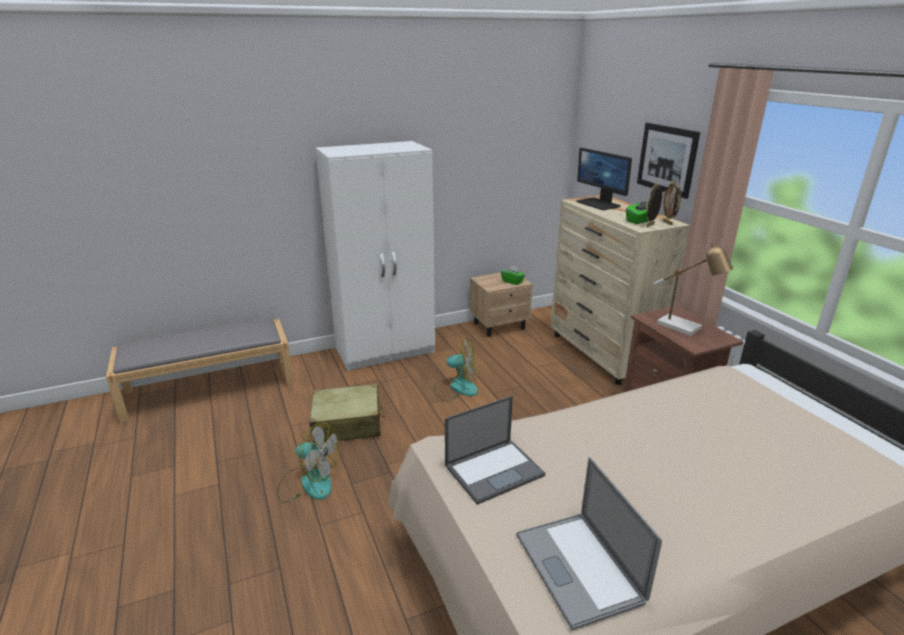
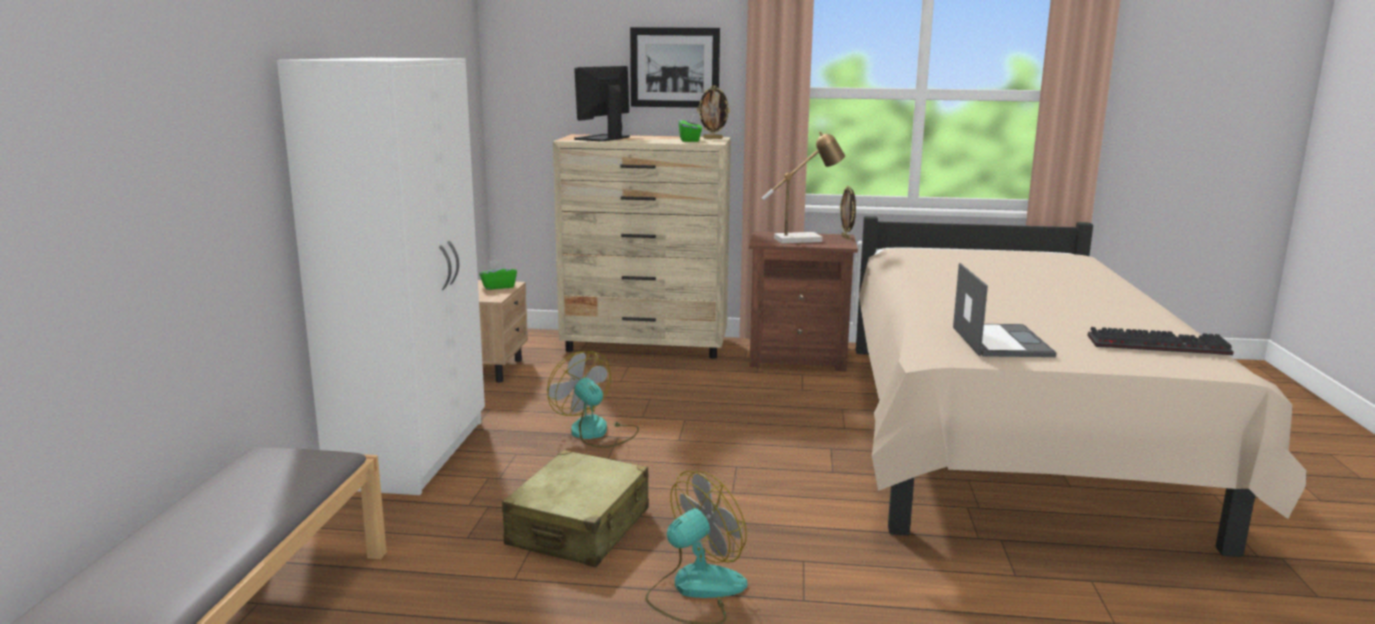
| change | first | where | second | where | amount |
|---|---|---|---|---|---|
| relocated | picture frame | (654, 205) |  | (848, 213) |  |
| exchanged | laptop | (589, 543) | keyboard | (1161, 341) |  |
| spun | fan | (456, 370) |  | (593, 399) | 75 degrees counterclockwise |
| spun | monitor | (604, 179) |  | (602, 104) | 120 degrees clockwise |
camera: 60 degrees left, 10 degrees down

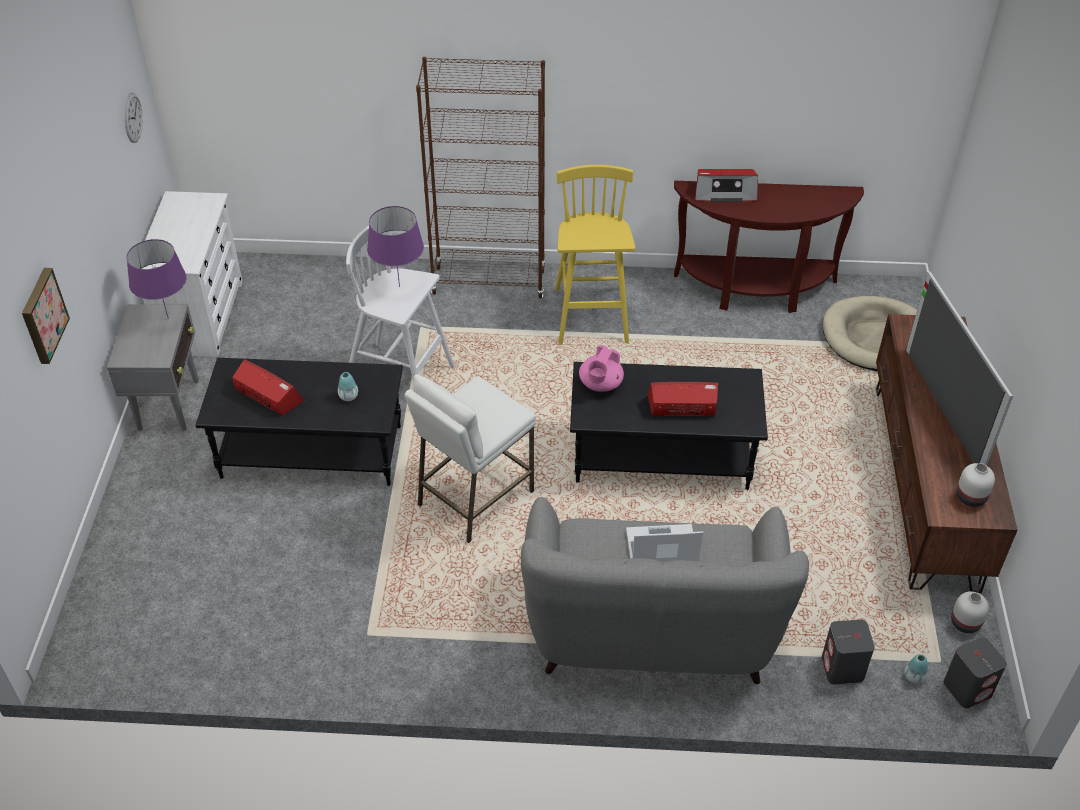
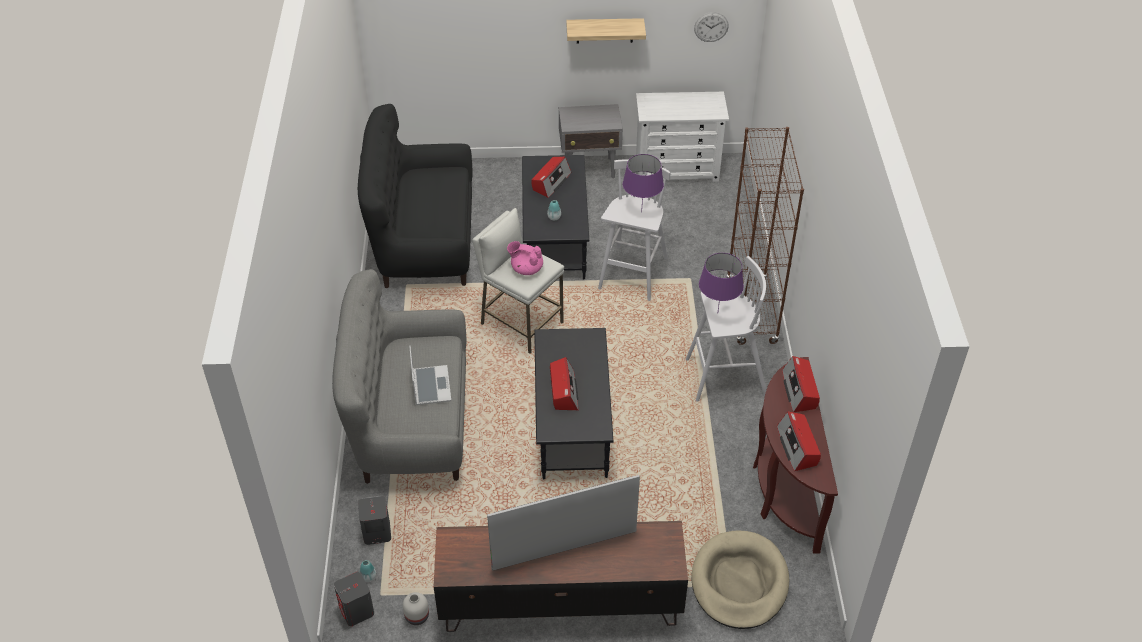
| change | first | where | second | where | amount |
|---|---|---|---|---|---|
| missing | picture | (46, 316) |  |  |  |
| missing | white vase | (975, 485) |  |  |  |
| appeared |  |  | black sofa | (415, 196) |  |
| appeared |  |  | shelf | (606, 31) |  |
| appeared |  |  | radio | (799, 442) |  |
| relocated | purple table lamp | (156, 279) |  | (721, 281) |  |
| relocated | pink teapot | (601, 368) |  | (525, 258) |  |
| colour | yellow stool | (595, 255) | white stool | (726, 329) |  |
camera: 85 degrees right, 0 degrees up

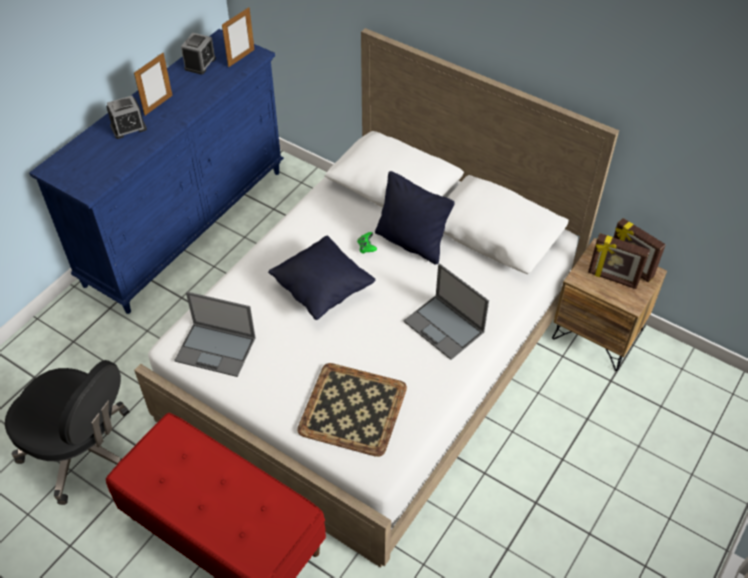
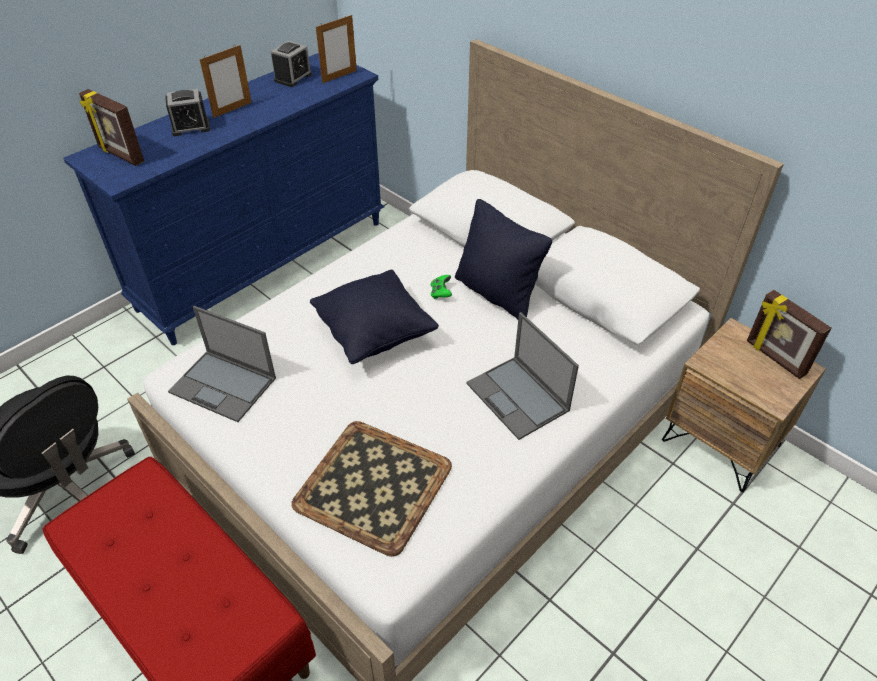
| change | first | where | second | where | amount |
|---|---|---|---|---|---|
| relocated | picture frame | (619, 261) |  | (111, 127) |  |
camera: 10 degrees right, 5 degrees down

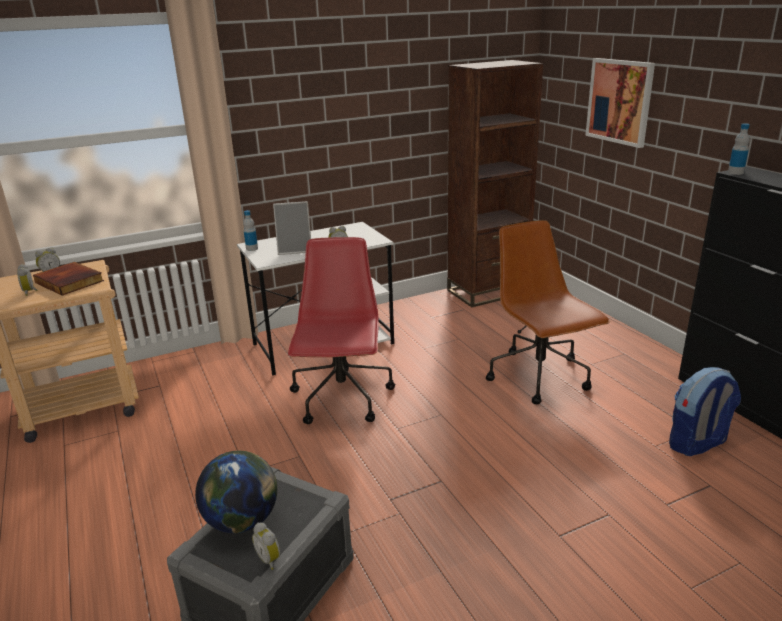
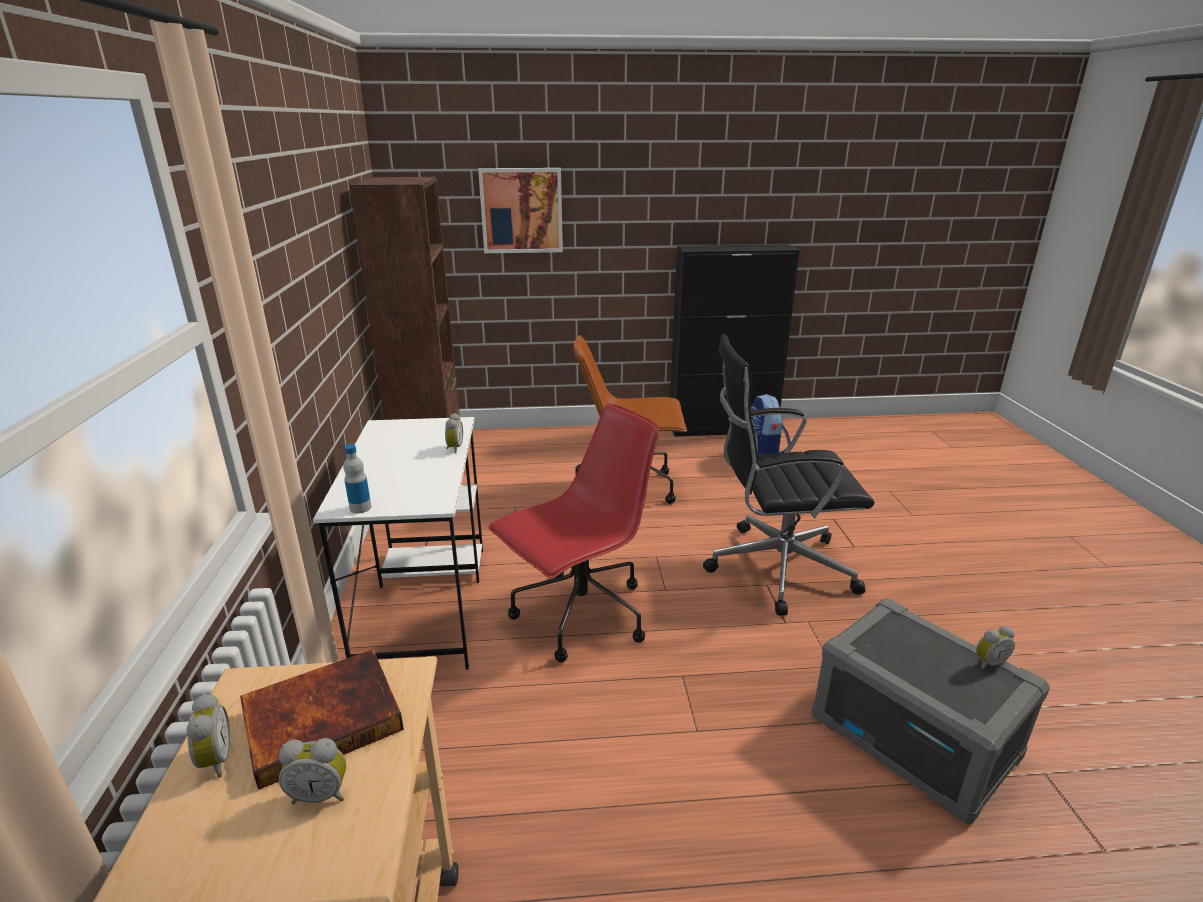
| change | first | where | second | where | amount |
|---|---|---|---|---|---|
| missing | globe | (236, 492) |  |  |  |
| missing | picture frame | (292, 228) |  |  |  |
| missing | bottle | (739, 149) |  |  |  |
| appeared |  |  | black office chair | (788, 475) |  |
| spun | red office chair | (342, 330) |  | (574, 533) | 120 degrees clockwise |
camera: 70 degrees left, 0 degrees up

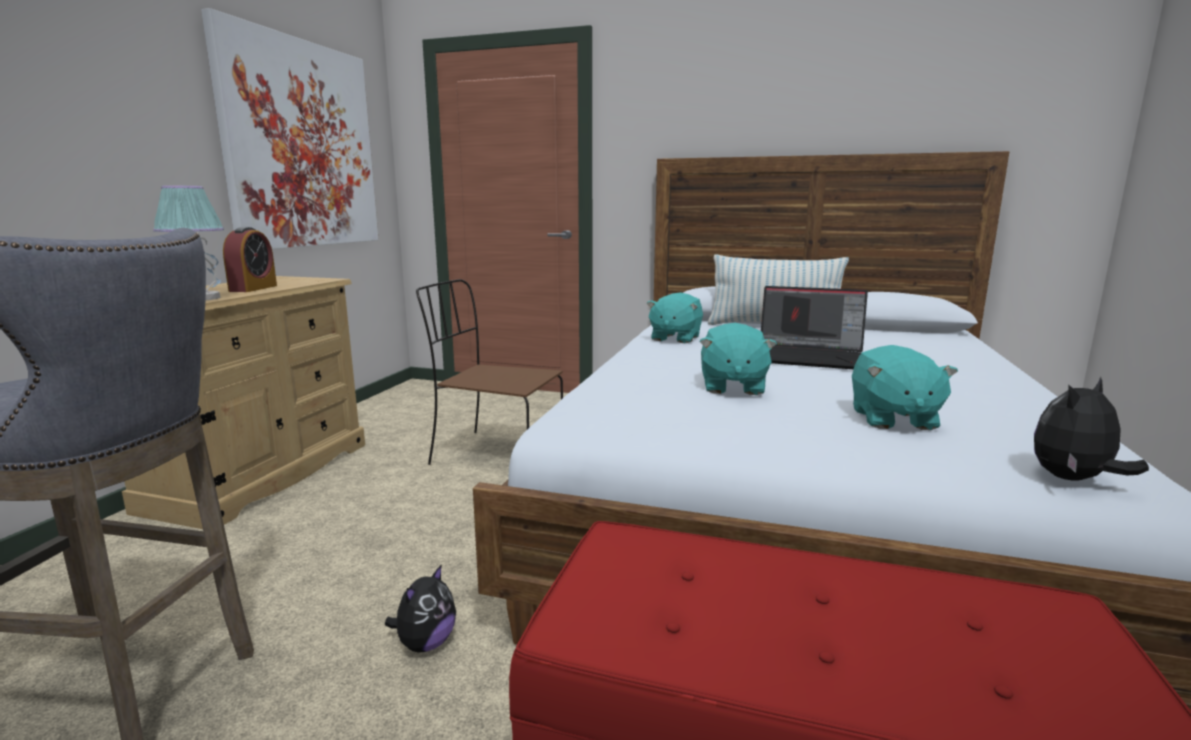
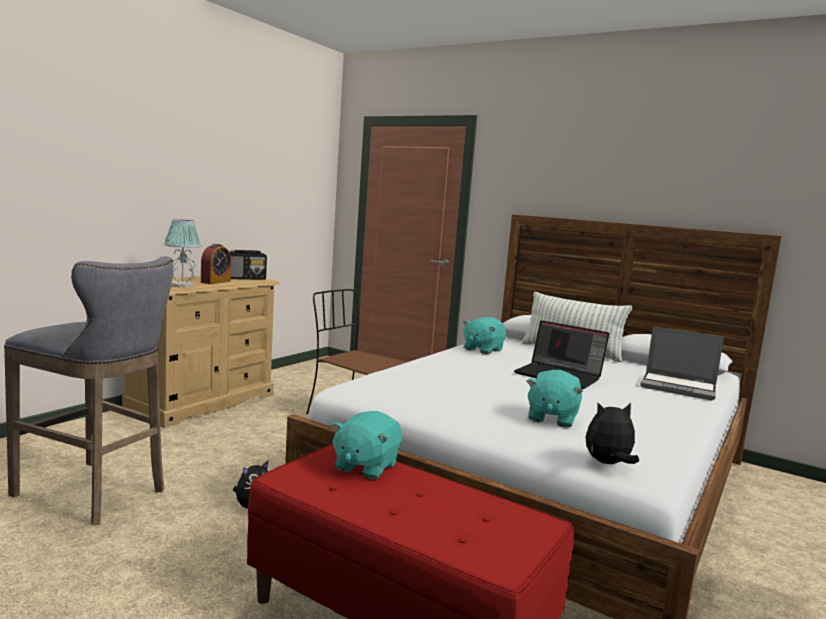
| change | first | where | second | where | amount |
|---|---|---|---|---|---|
| missing | picture | (290, 128) |  |  |  |
| appeared |  |  | radio | (248, 265) |  |
| appeared |  |  | laptop | (682, 363) |  |
| relocated | turquoise plush toy | (738, 359) |  | (366, 445) |  |
camera: 15 degrees right, 5 degrees down

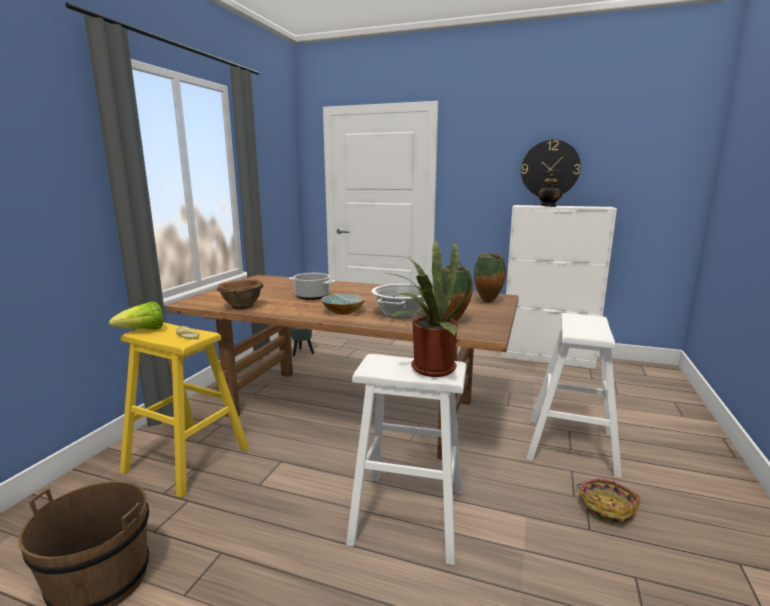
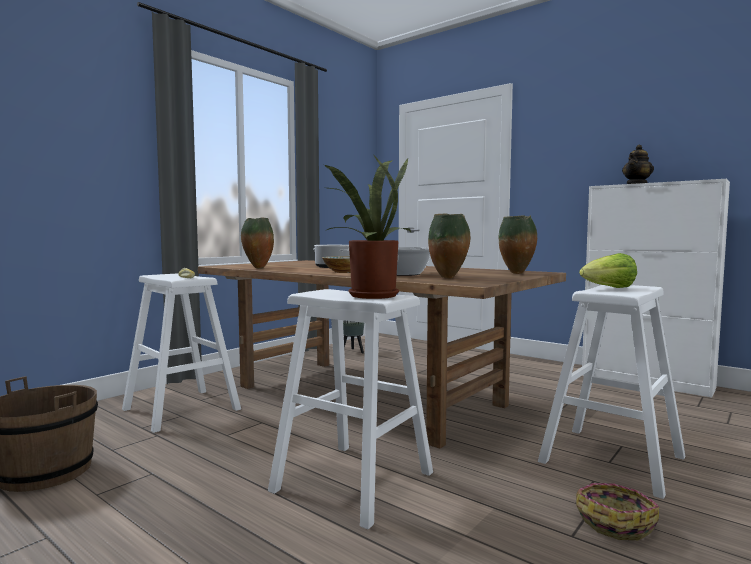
| change | first | where | second | where | amount |
|---|---|---|---|---|---|
| missing | wall clock | (551, 168) |  |  |  |
| relocated | lettuce | (136, 316) |  | (608, 270) |  |
| exchanged | brown bowl | (240, 294) | vase | (257, 243) |  |
| colour | yellow stool | (184, 410) | white stool | (181, 353) |  |
camera: 20 degrees right, 10 degrees down

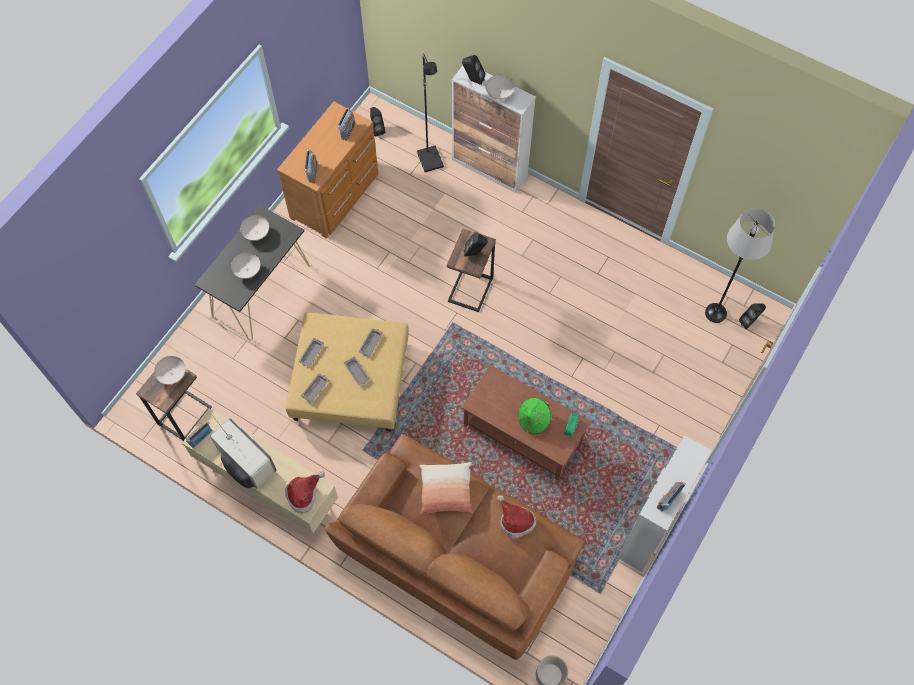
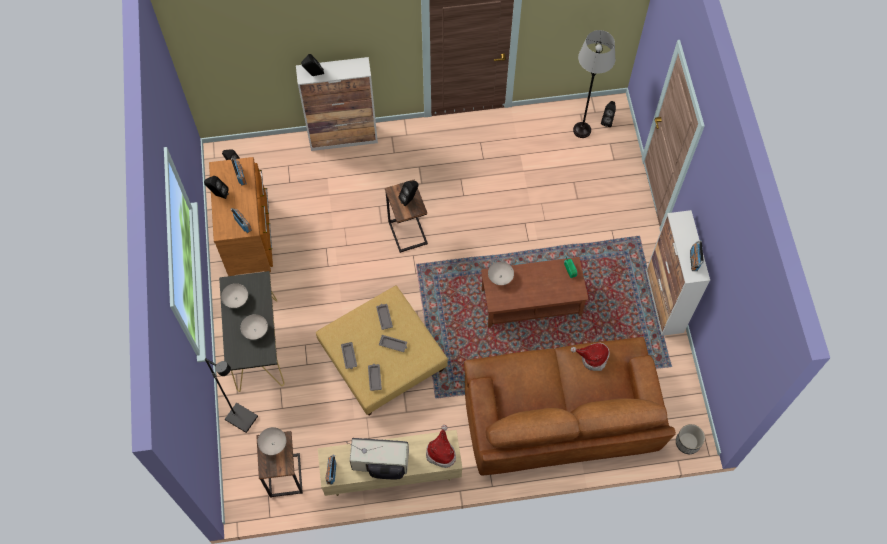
| change | first | where | second | where | amount |
|---|---|---|---|---|---|
| missing | pillow | (446, 488) |  |  |  |
| missing | green hat | (534, 416) |  |  |  |
| appeared |  |  | black speaker | (216, 187) |  |
| relocated | black floor lamp | (430, 112) |  | (231, 395) |  |
| relocated | white bowl | (500, 87) |  | (501, 273) |  |
camera: 40 degrees left, 0 degrees up

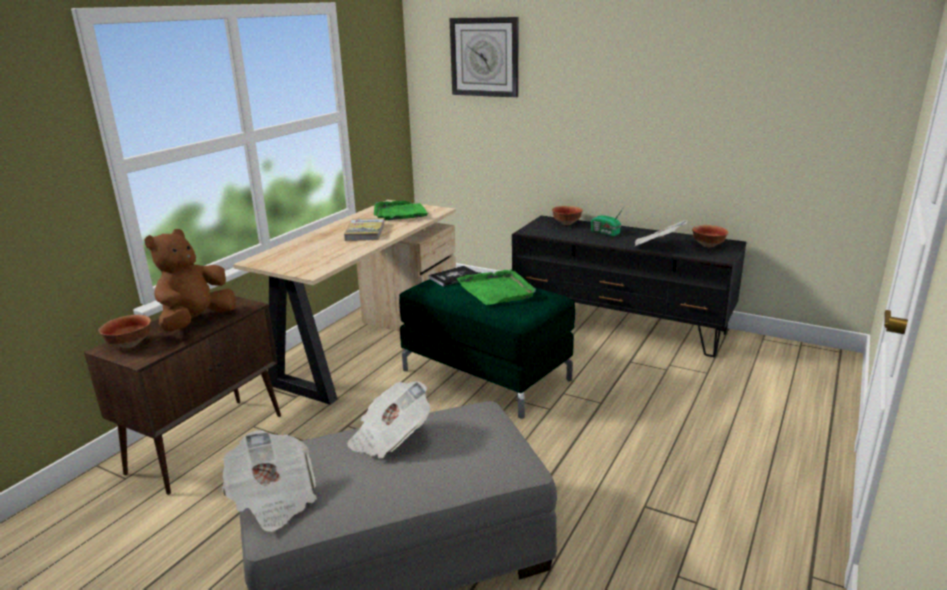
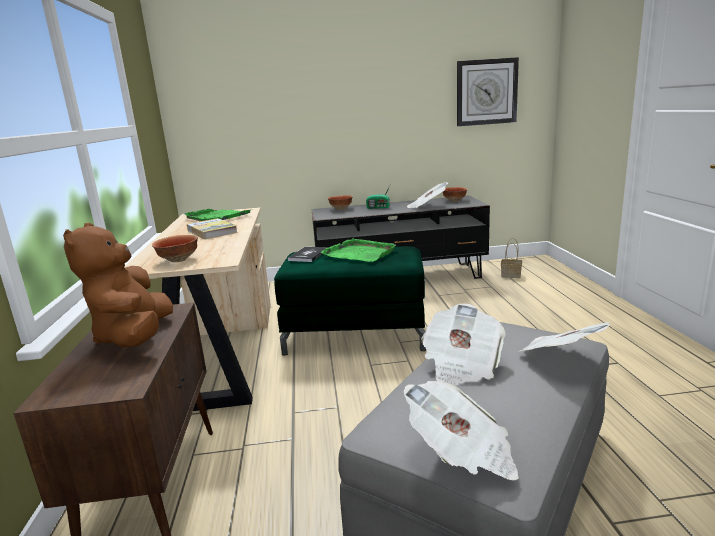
| change | first | where | second | where | amount |
|---|---|---|---|---|---|
| appeared |  |  | basket | (511, 258) |  |
| appeared |  |  | newspaper | (564, 336) |  |
| relocated | bowl | (125, 331) |  | (175, 248) |  |
| relocated | wall clock | (484, 57) |  | (488, 91) |  |
camera: 35 degrees left, 5 degrees down

